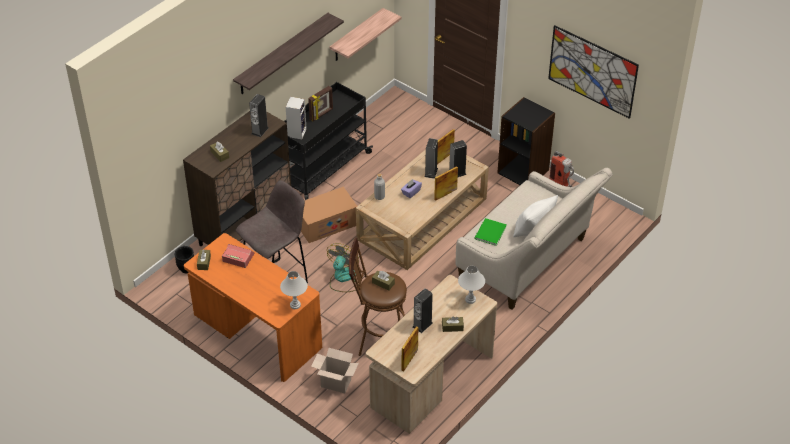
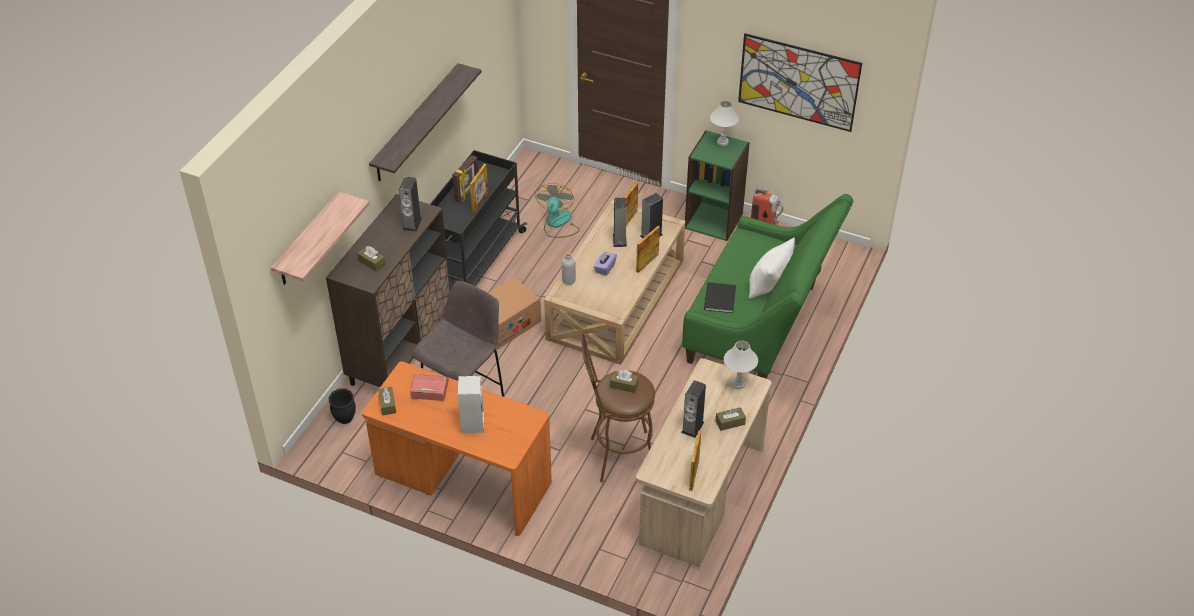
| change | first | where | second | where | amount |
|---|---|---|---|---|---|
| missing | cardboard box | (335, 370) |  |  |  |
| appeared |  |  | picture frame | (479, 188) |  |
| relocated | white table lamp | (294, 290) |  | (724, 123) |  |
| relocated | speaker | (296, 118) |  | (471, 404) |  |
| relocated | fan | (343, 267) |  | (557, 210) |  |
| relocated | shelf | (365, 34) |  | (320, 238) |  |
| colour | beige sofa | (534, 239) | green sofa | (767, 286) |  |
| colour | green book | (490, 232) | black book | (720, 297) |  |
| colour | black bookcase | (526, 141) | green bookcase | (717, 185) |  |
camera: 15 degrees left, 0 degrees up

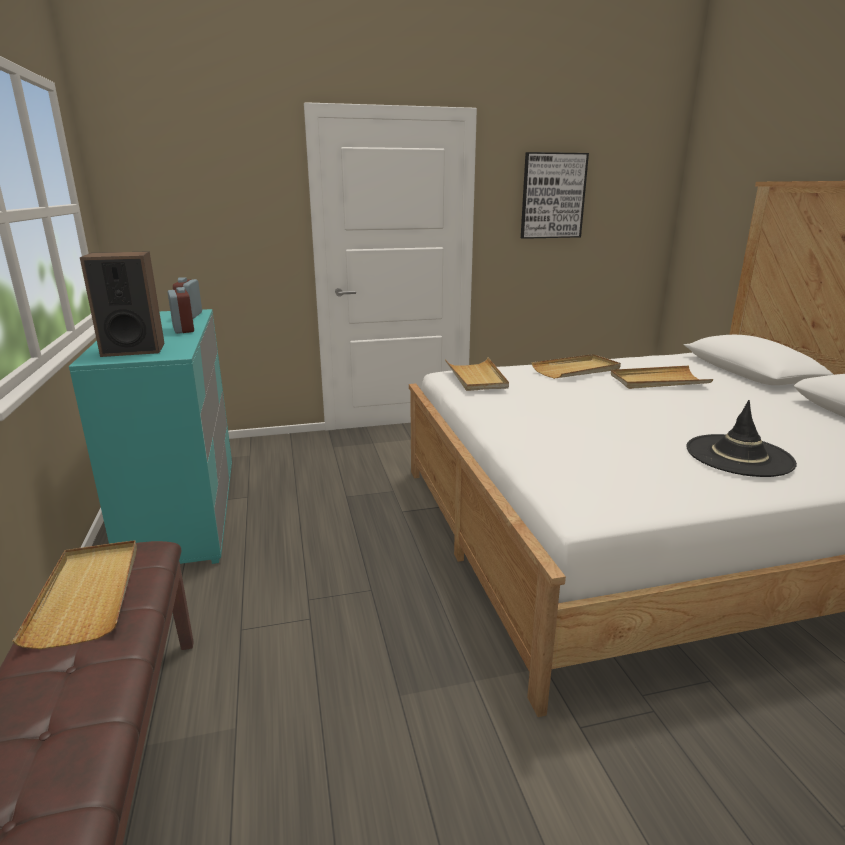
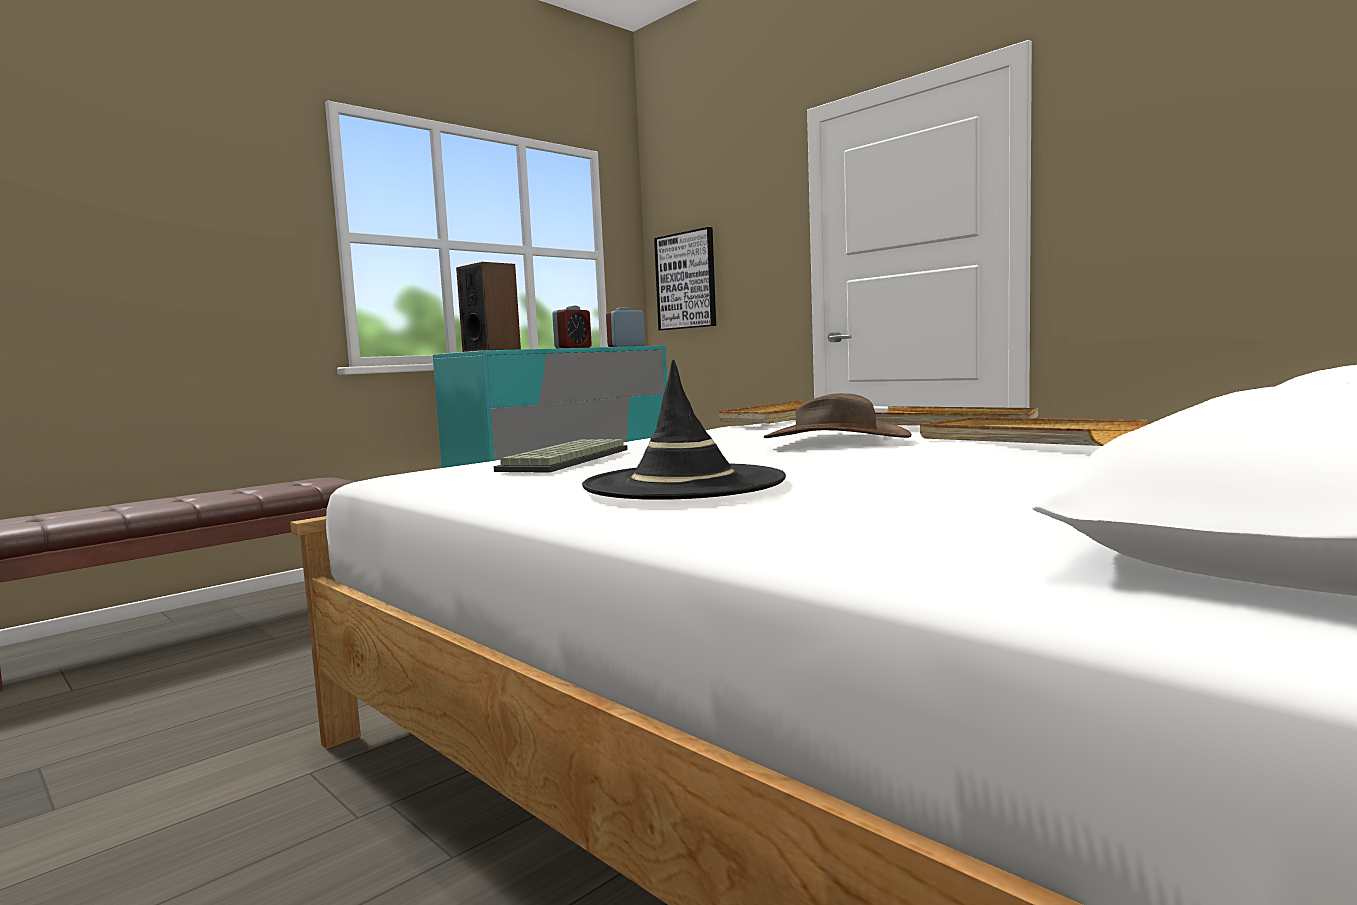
| change | first | where | second | where | amount |
|---|---|---|---|---|---|
| missing | beige tray | (74, 594) |  |  |  |
| appeared |  |  | keyboard | (561, 456) |  |
| appeared |  |  | brown hat | (838, 415) |  |
| relocated | picture | (555, 195) |  | (685, 278) |  |
camera: 60 degrees right, 15 degrees down

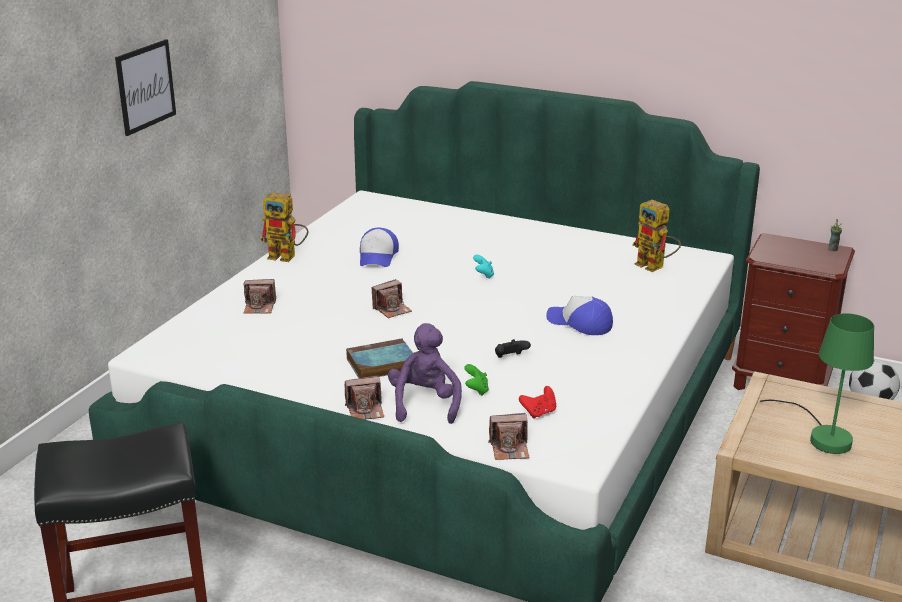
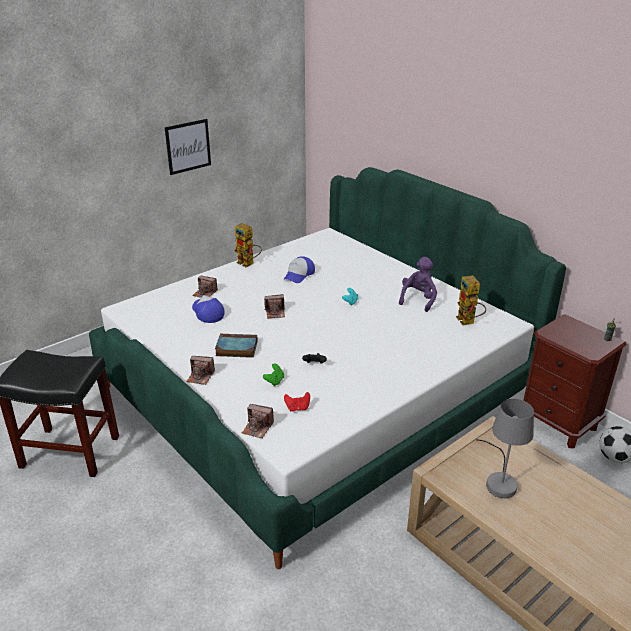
| change | first | where | second | where | amount |
|---|---|---|---|---|---|
| relocated | purple plush toy | (425, 373) |  | (418, 284) |  |
| relocated | cap | (579, 315) |  | (208, 309) |  |
| colour | green table lamp | (817, 383) | grey table lamp | (505, 448) |  |
camera: 25 degrees right, 5 degrees up

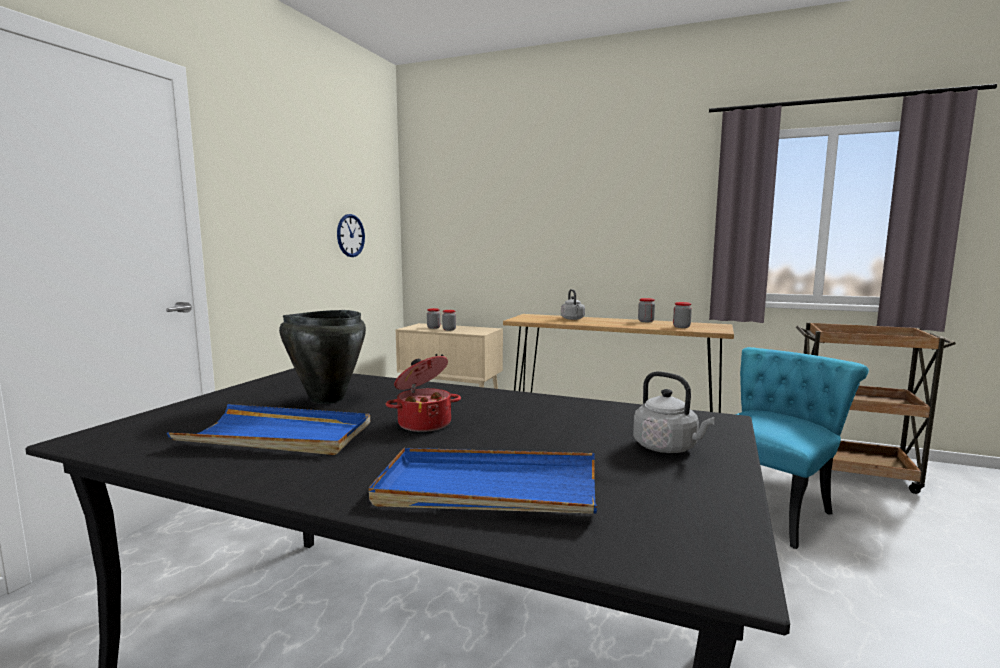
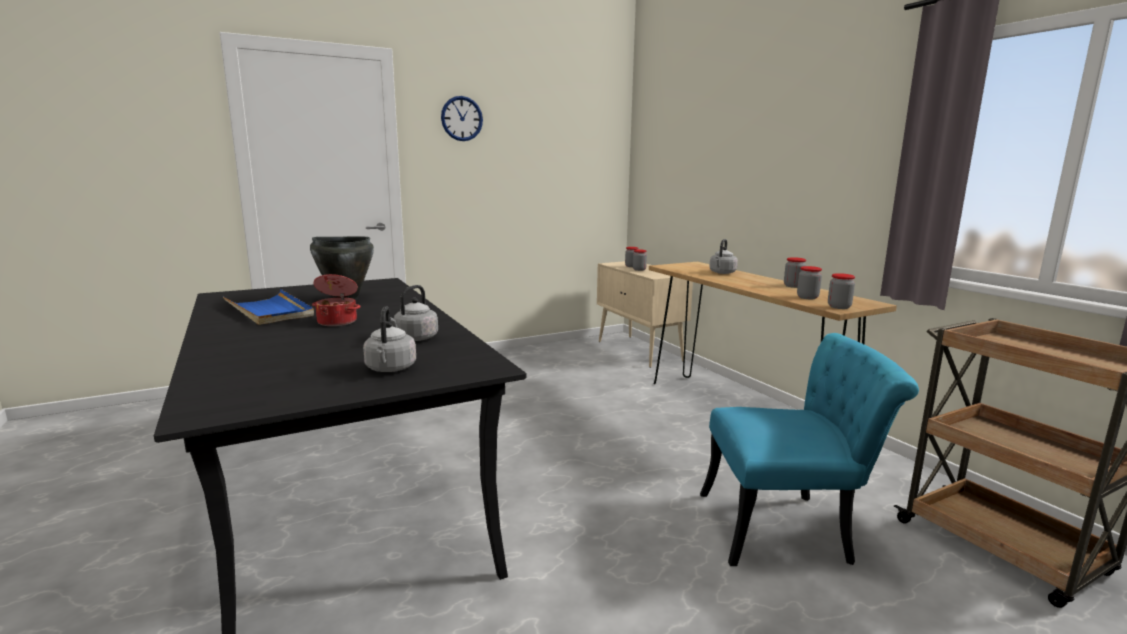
| change | first | where | second | where | amount |
|---|---|---|---|---|---|
| missing | blue tray | (483, 481) |  |  |  |
| appeared |  |  | grey kettle | (414, 313) |  |
| appeared |  |  | jar | (841, 291) |  |
| relocated | wall clock | (351, 235) |  | (462, 118) |  |
camera: 40 degrees right, 5 degrees up

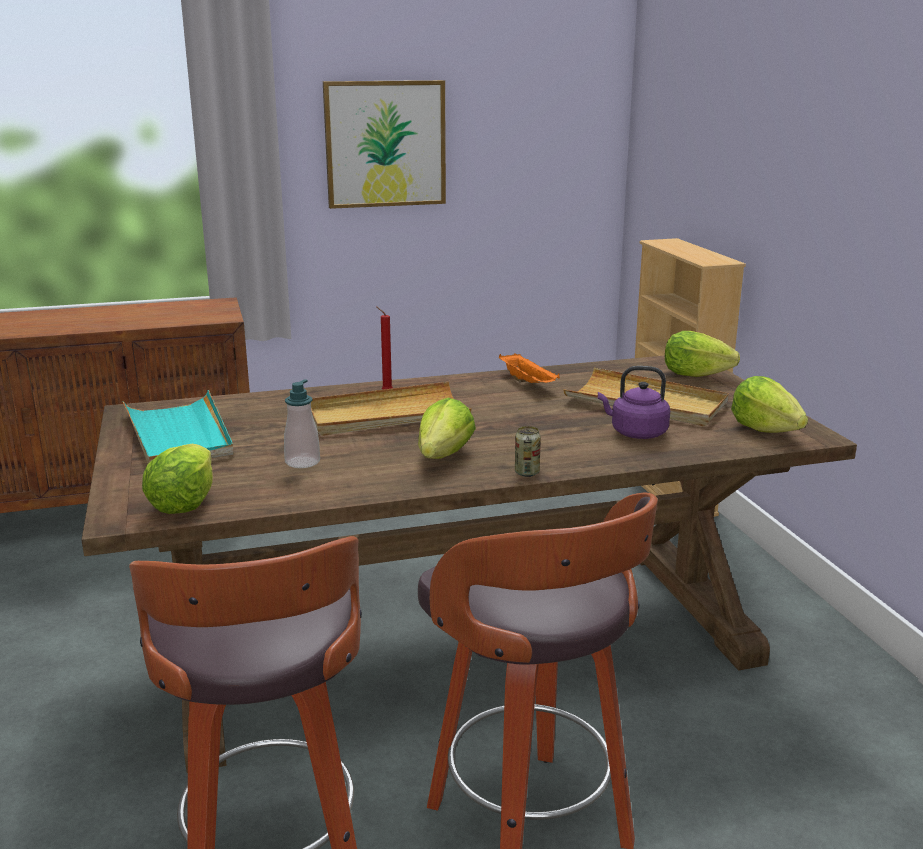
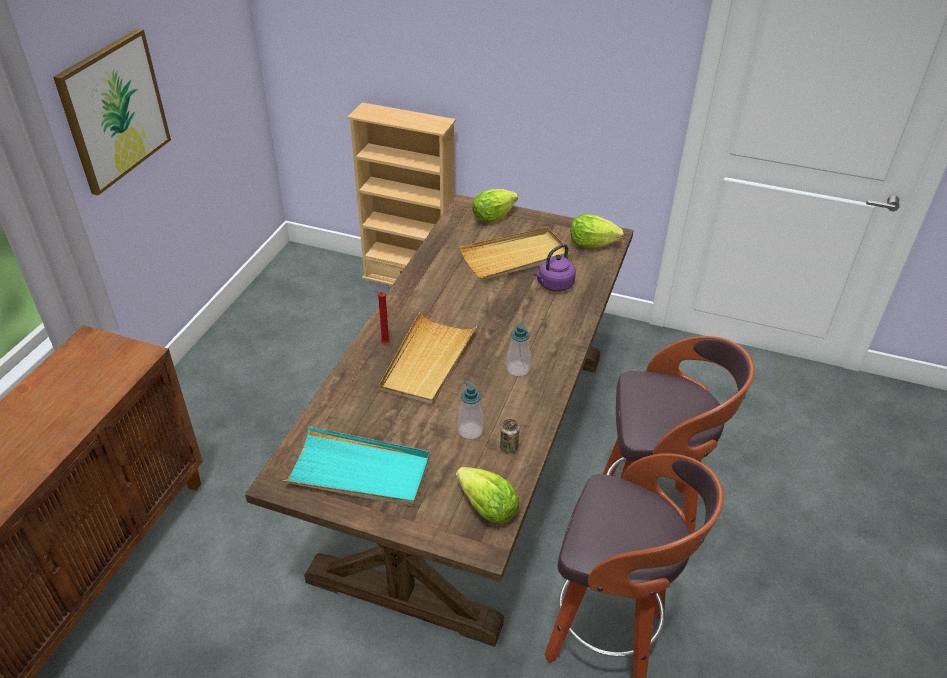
| change | first | where | second | where | amount |
|---|---|---|---|---|---|
| missing | orange tray | (529, 368) |  |  |  |
| relocated | can | (528, 451) |  | (509, 436) |  |
| exchanged | lettuce | (447, 428) | soap dispenser | (518, 350) |  |
camera: 55 degrees left, 20 degrees up

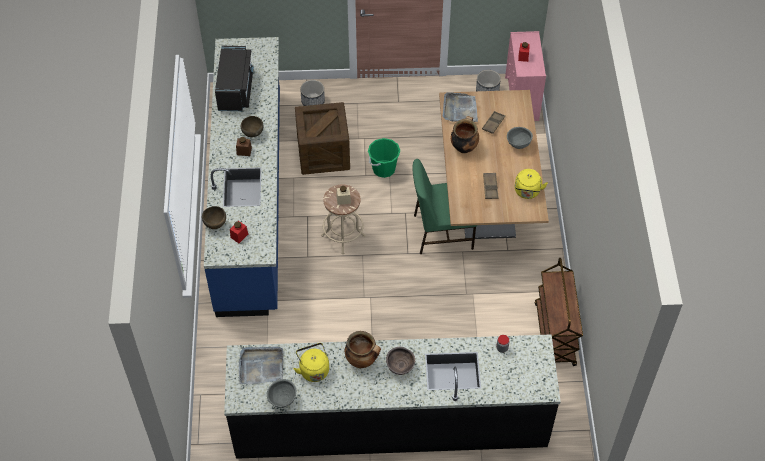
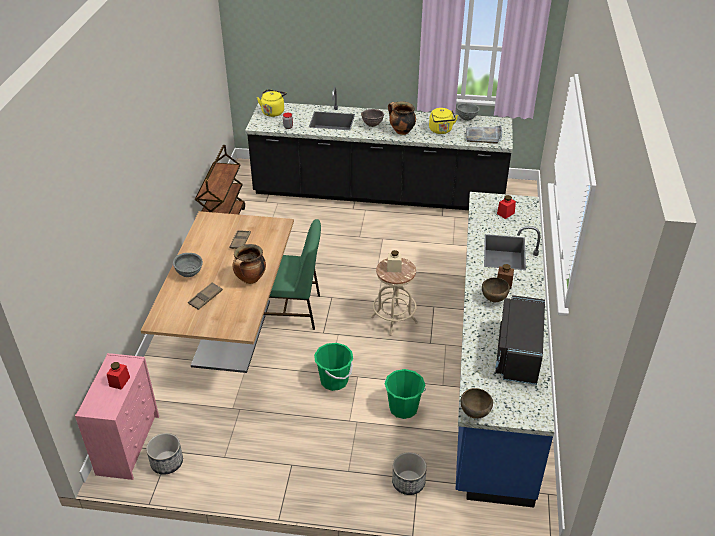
| change | first | where | second | where | amount |
|---|---|---|---|---|---|
| missing | grey tray | (460, 107) |  |  |  |
| relocated | brown bowl | (214, 217) |  | (477, 403) |  |
| relocated | yellow kettle | (531, 184) |  | (272, 103) |  |
| exchanged | crate | (322, 138) | green bucket | (405, 394) |  |
camera: 170 degrees left, 15 degrees down

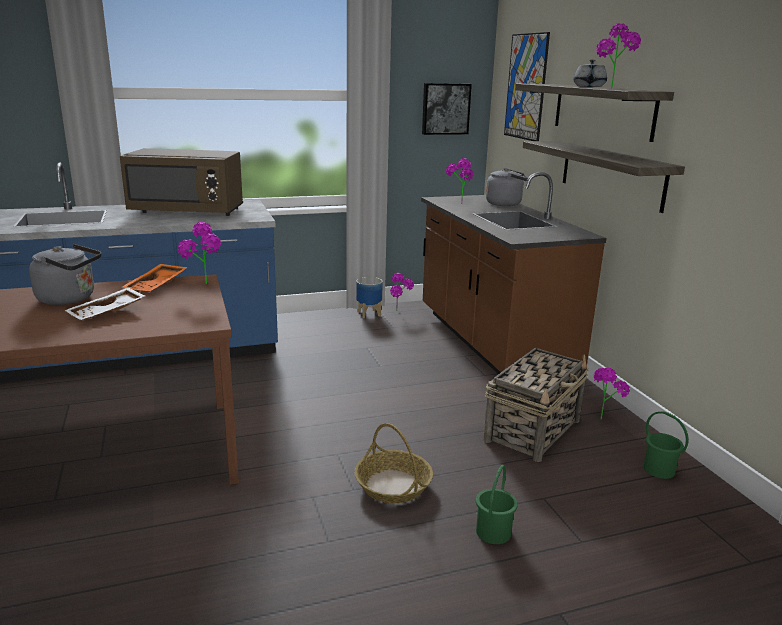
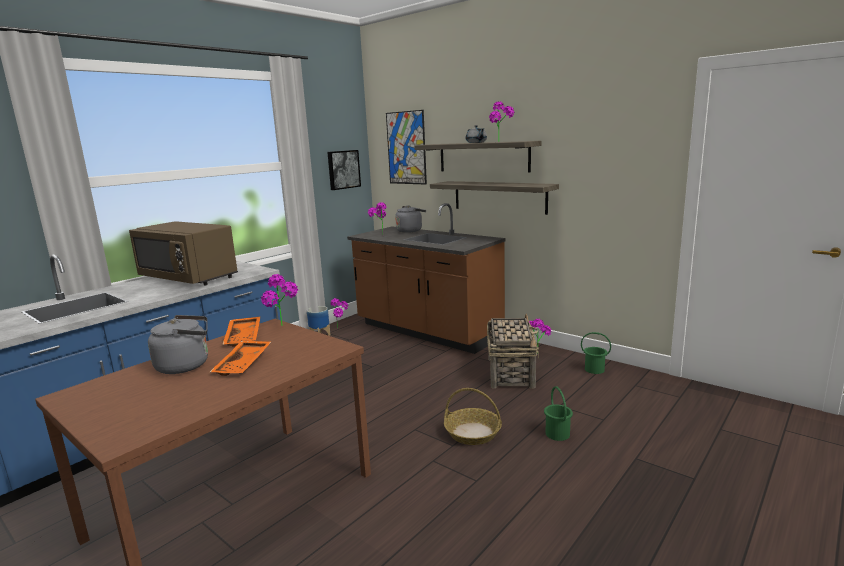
| change | first | where | second | where | amount |
|---|---|---|---|---|---|
| colour | white tray | (104, 304) | orange tray | (240, 358) |  |
| spun | brown microwave | (181, 182) |  | (183, 253) | 60 degrees clockwise |
camera: 30 degrees left, 5 degrees down

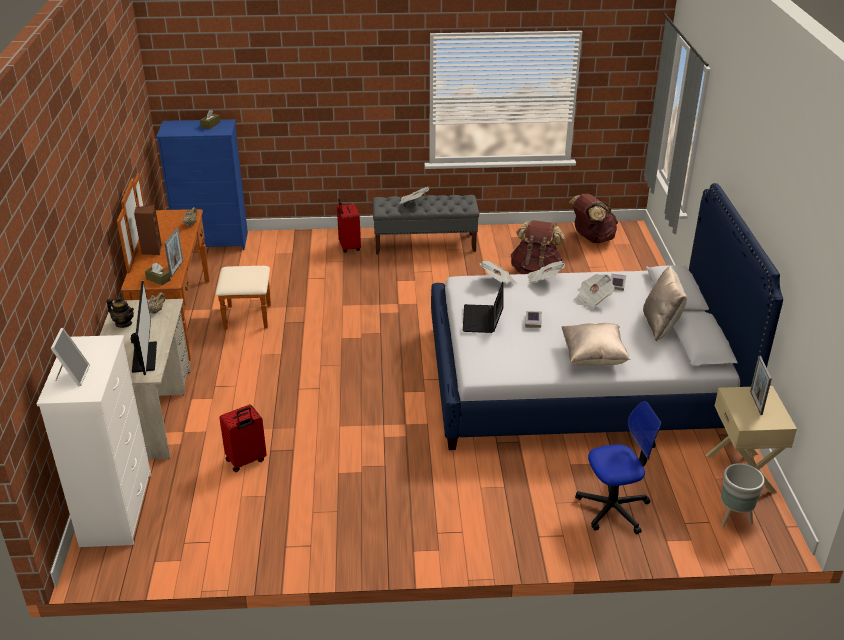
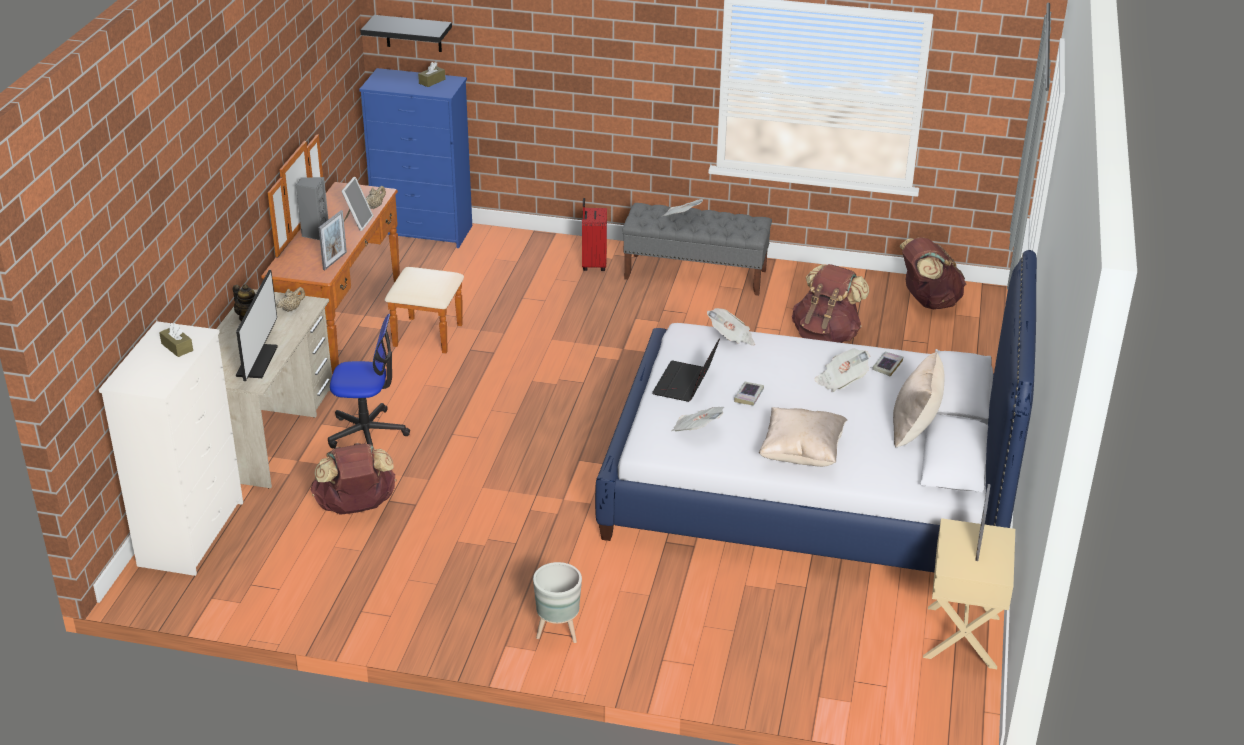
| change | first | where | second | where | amount |
|---|---|---|---|---|---|
| appeared |  |  | black shelf | (406, 33) |  |
| relocated | picture frame | (70, 357) |  | (358, 204) |  |
| relocated | brown tissue box | (158, 274) |  | (176, 340) |  |
| relocated | newspaper | (546, 272) |  | (697, 419) |  |
| relocated | office chair | (618, 467) |  | (369, 381) |  |
| relocated | grey planter | (743, 495) |  | (557, 602) |  |
| exchanged | red suitcase | (243, 438) | brown backpack | (353, 479) |  |
| colour | brown speaker | (148, 230) | grey speaker | (312, 208) |  |
camera: 15 degrees right, 0 degrees up

